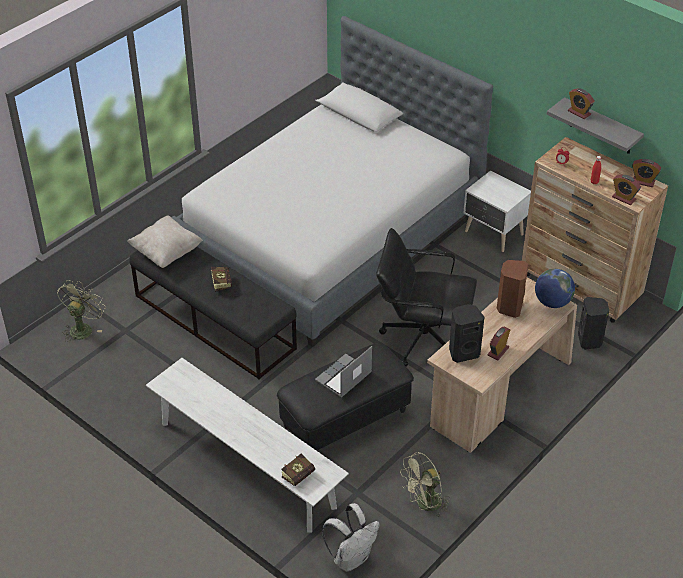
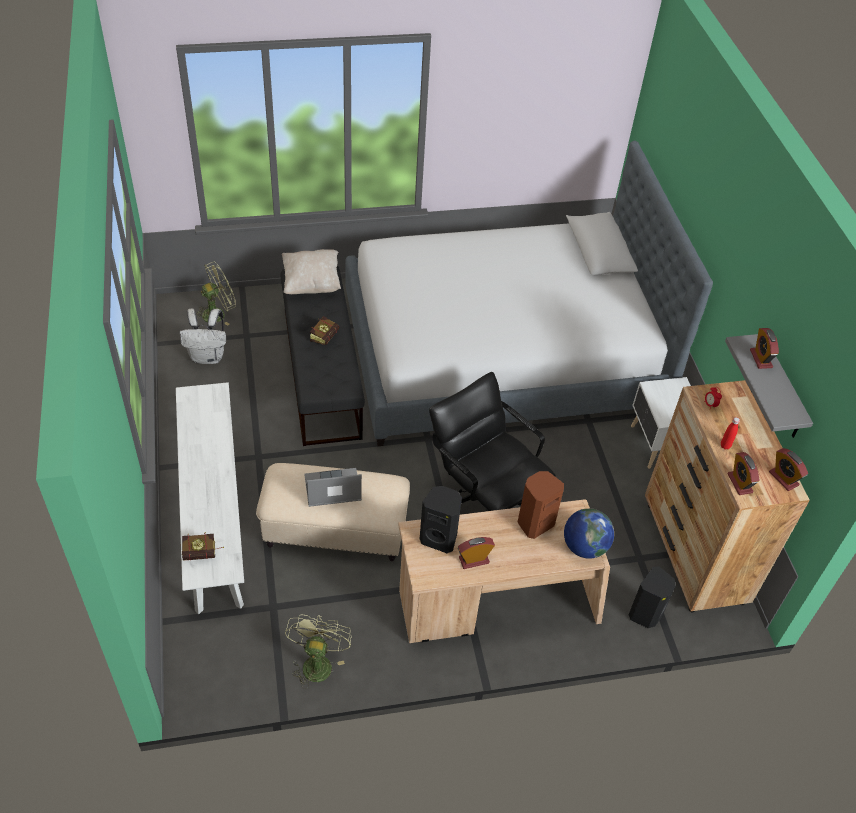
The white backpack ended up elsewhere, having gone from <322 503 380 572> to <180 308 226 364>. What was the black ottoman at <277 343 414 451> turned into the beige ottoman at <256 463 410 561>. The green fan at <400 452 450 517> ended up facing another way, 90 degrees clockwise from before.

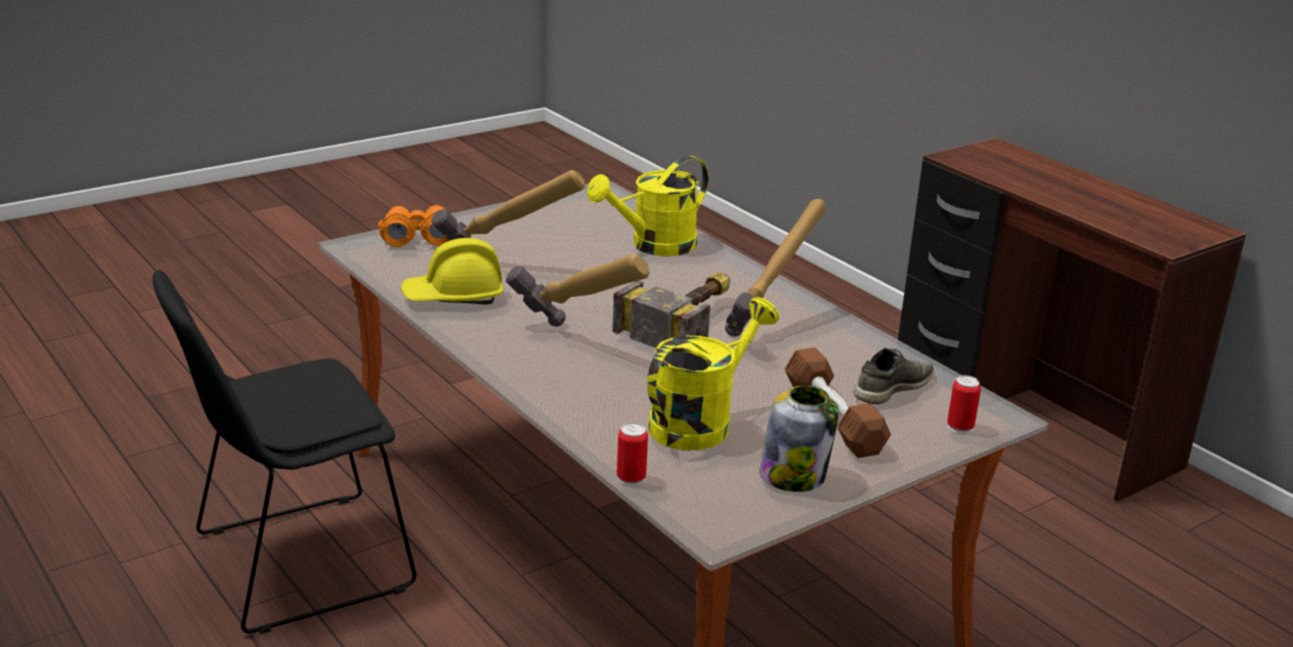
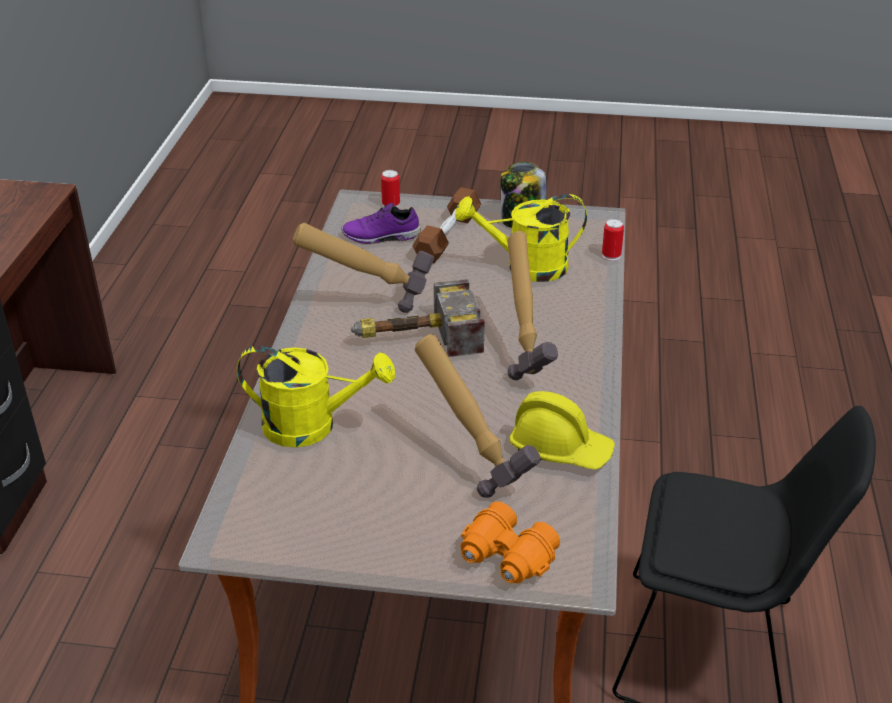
What was the grey shoe at <853 348 934 404> turned into the purple shoe at <341 203 421 244>.

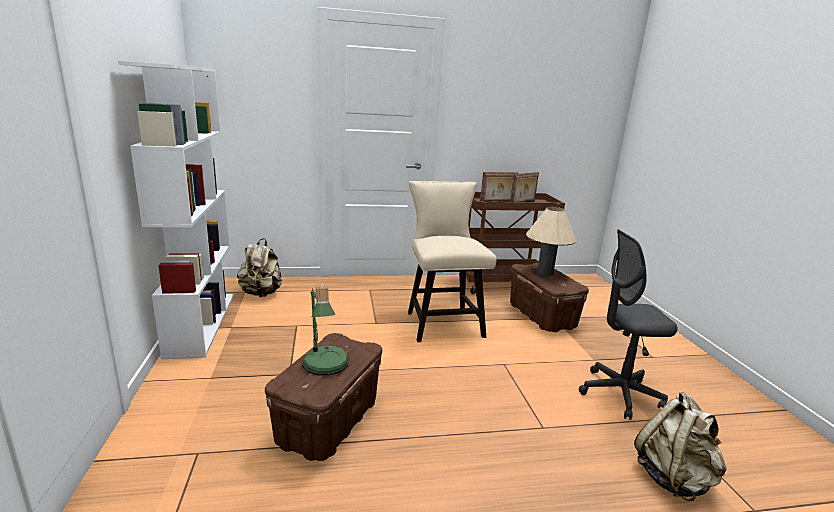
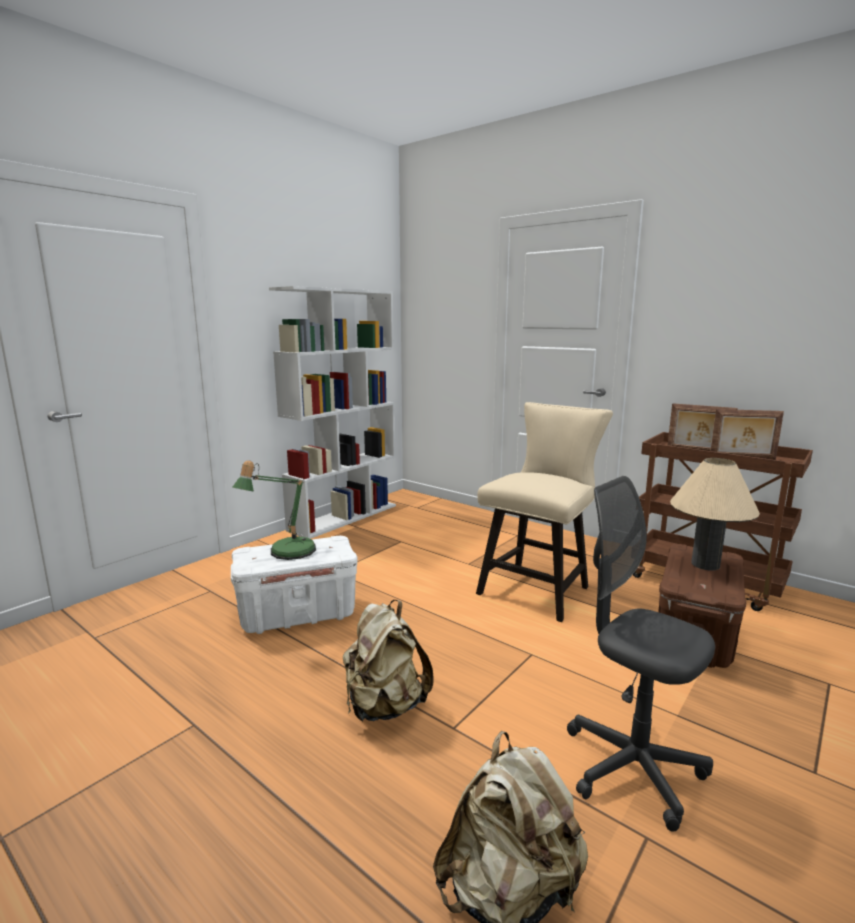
What was the brown storage box at <265 333 382 461> turned into the white storage box at <231 536 358 634>. The beige backpack ended up elsewhere, having gone from <237 238 282 297> to <343 600 434 722>.

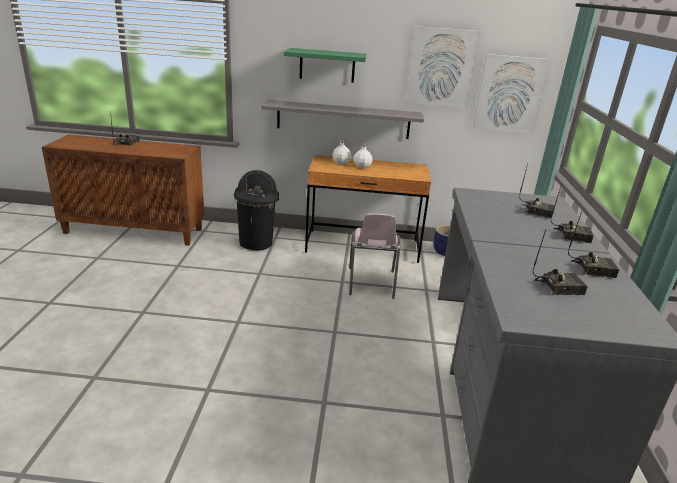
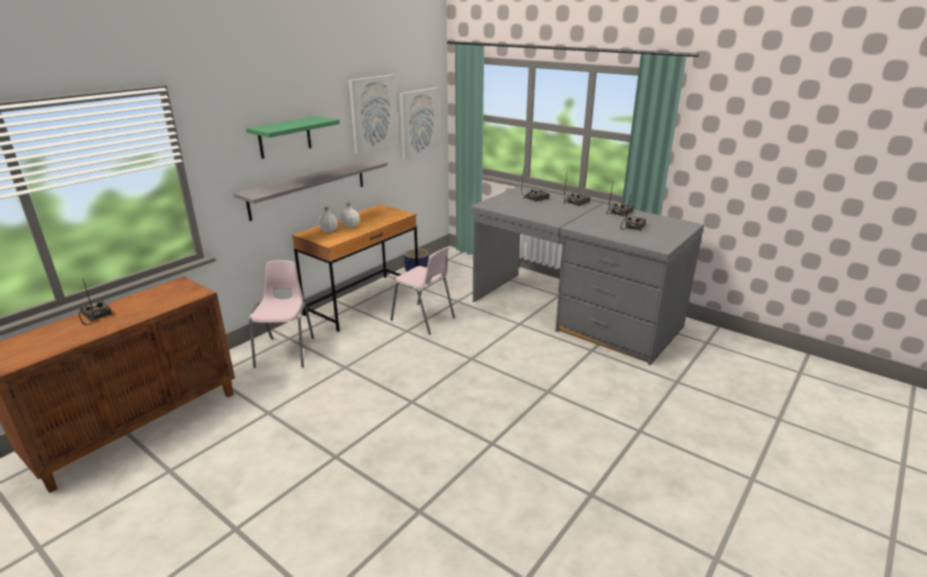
Where the black trash can stood at <234 170 279 250>, the pink chair came to stand at <249 260 314 368>.

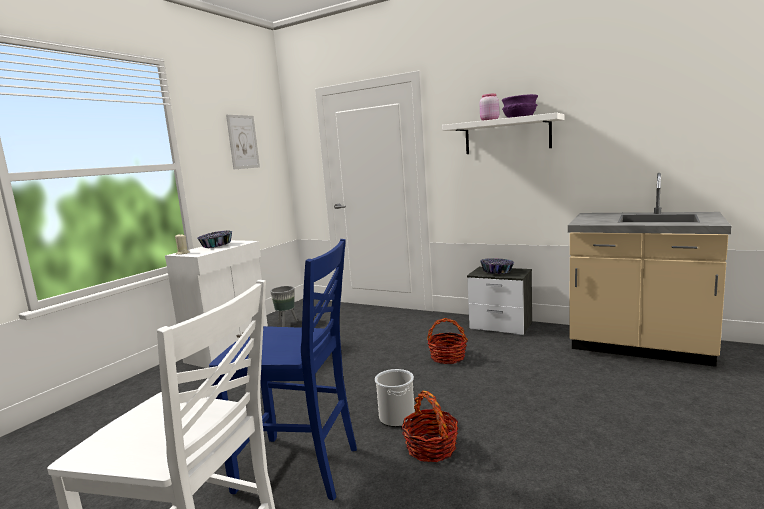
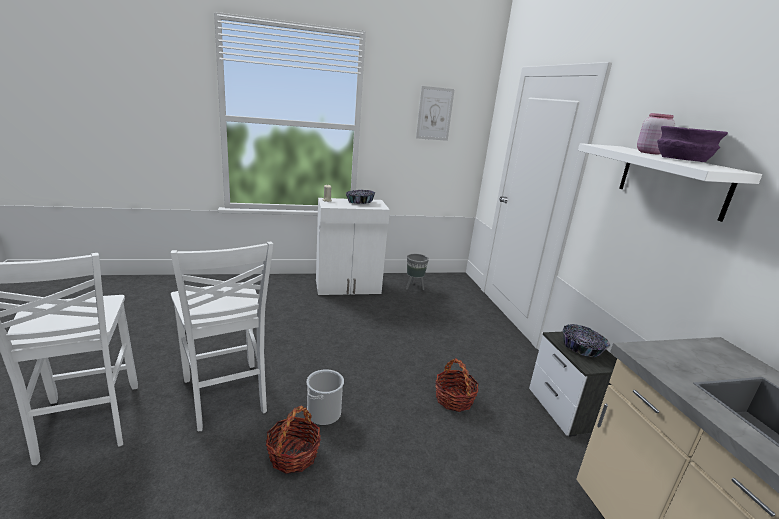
What was the blue chair at <209 239 357 500> turned into the white chair at <171 242 273 431>.

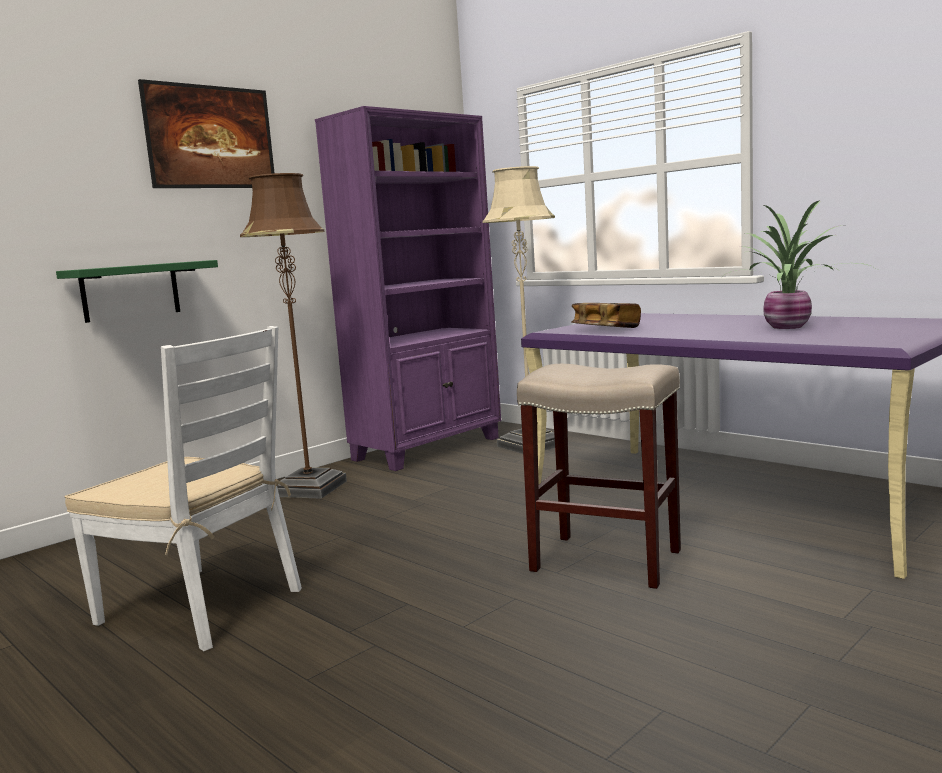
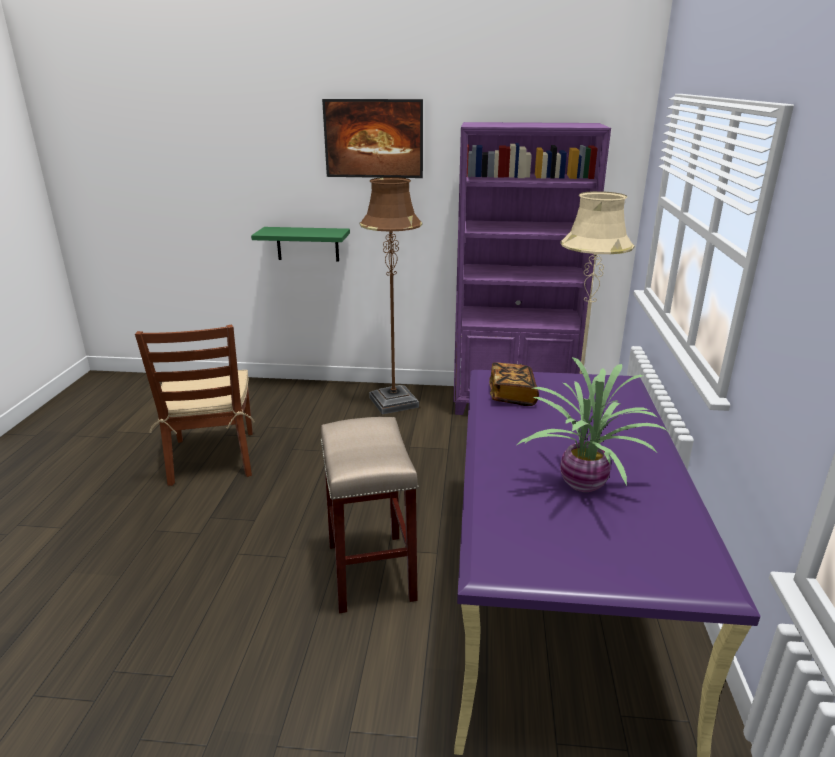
What was the white chair at <65 326 302 651> turned into the brown chair at <135 324 255 486>.

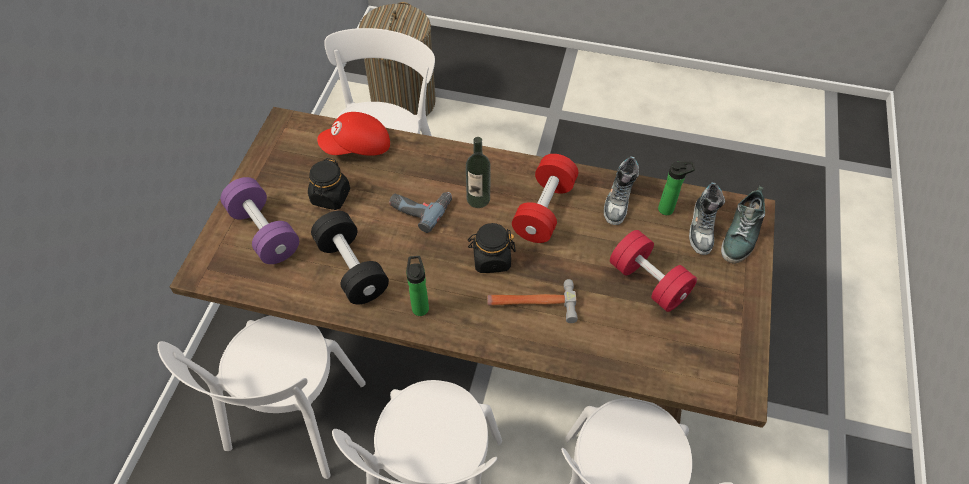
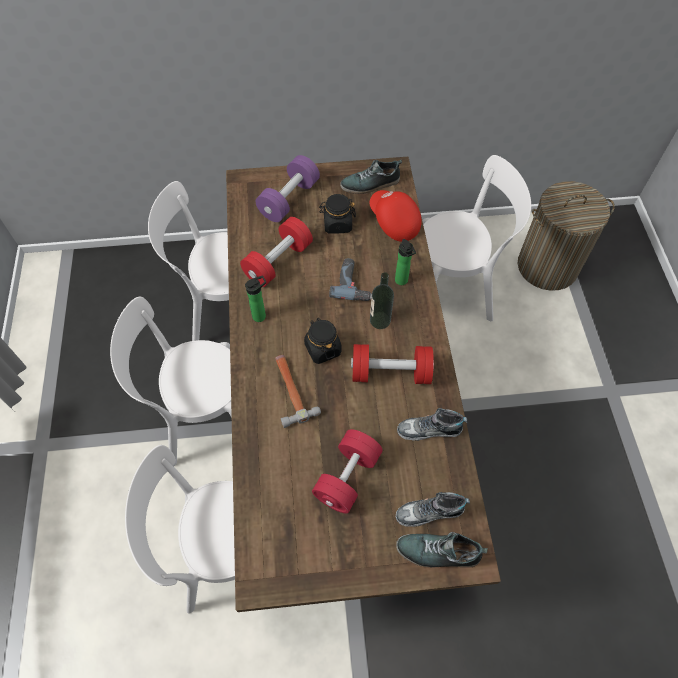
What was the black dumbbell at <311 211 389 304> turned into the red dumbbell at <240 217 313 287>. The second view gained the shoe at <340 160 402 194>. The bottle ended up elsewhere, having gone from <658 161 695 215> to <395 239 416 285>.

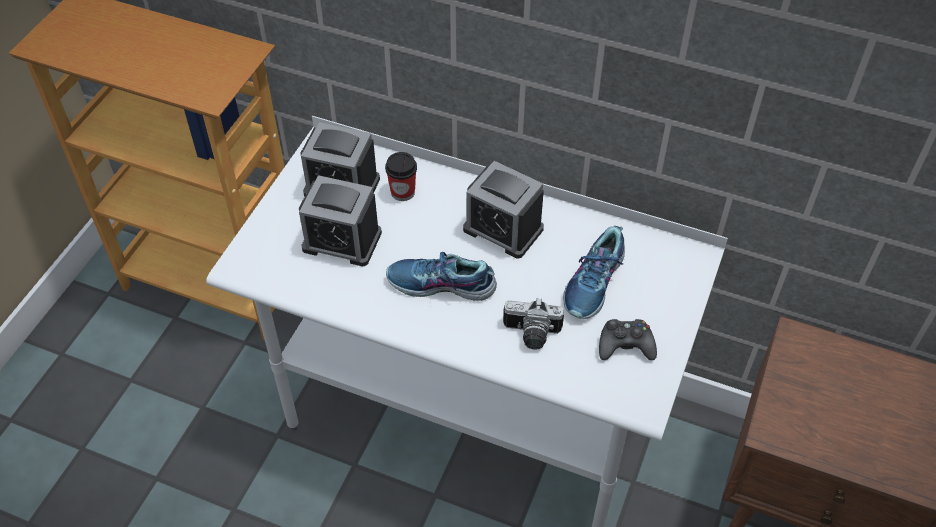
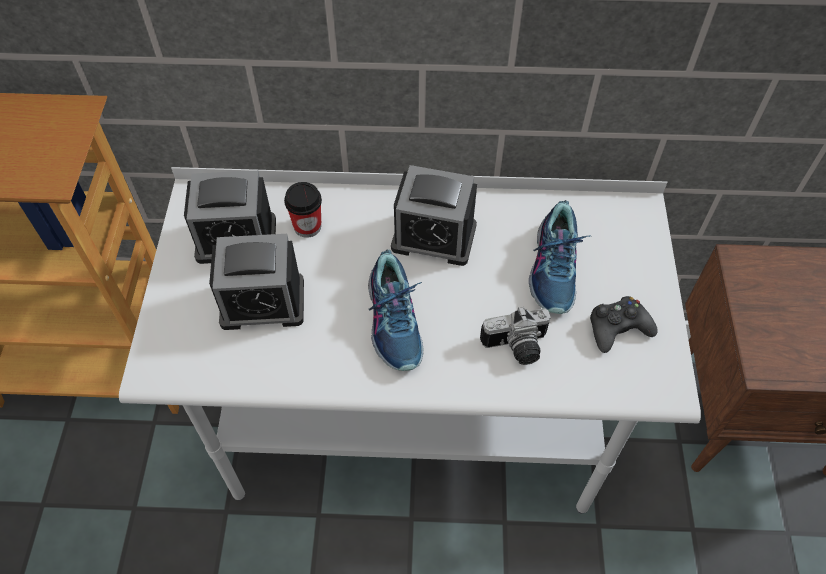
The shoe at <386 252 497 301> ended up facing another way, 90 degrees counterclockwise from before.

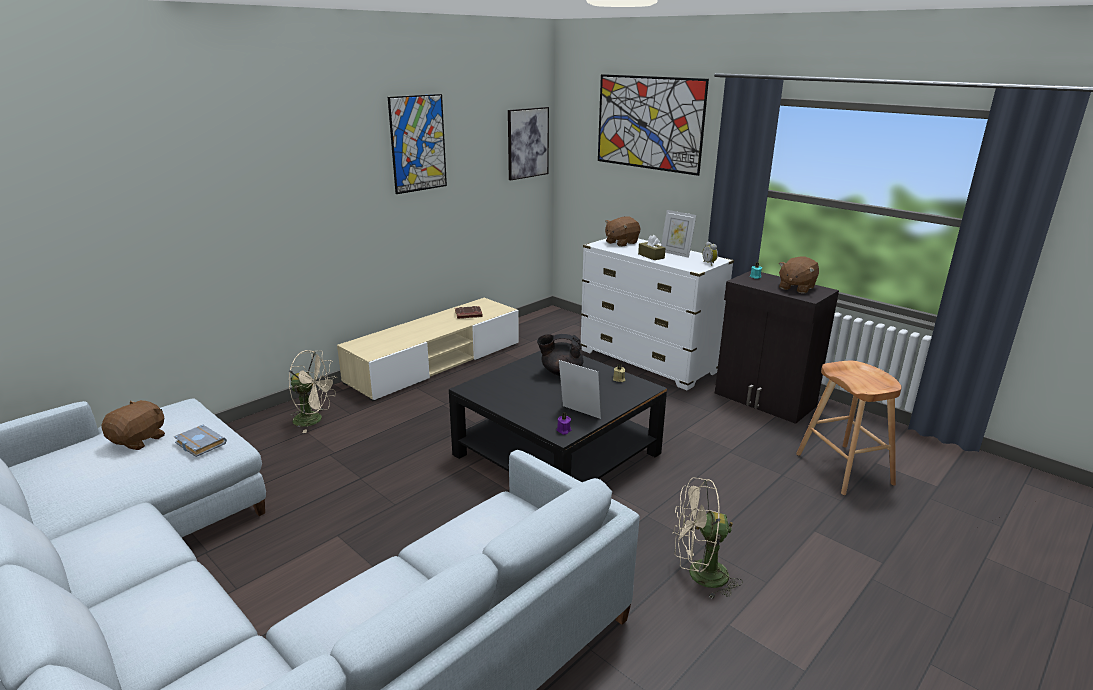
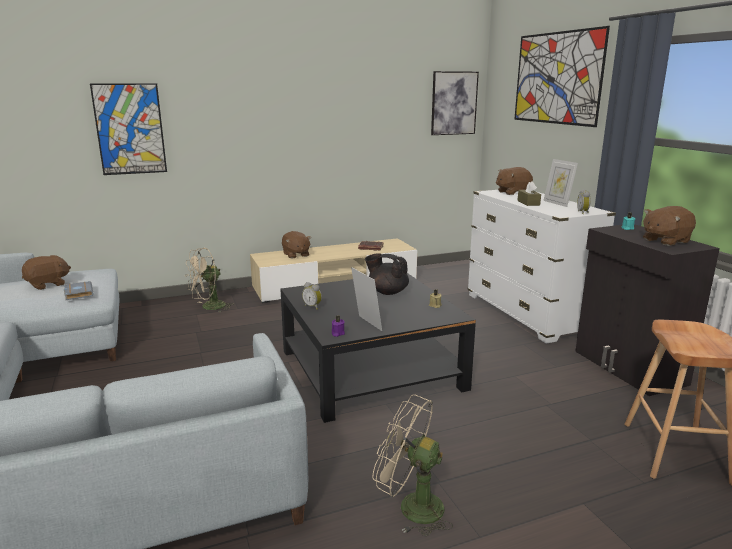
The picture ended up elsewhere, having gone from <388 94 447 194> to <90 84 167 175>. The beige fan at <289 350 337 433> ended up facing another way, 105 degrees clockwise from before. The second view gained the brown plush toy at <282 231 311 259>. The second view gained the alarm clock at <302 282 322 309>.

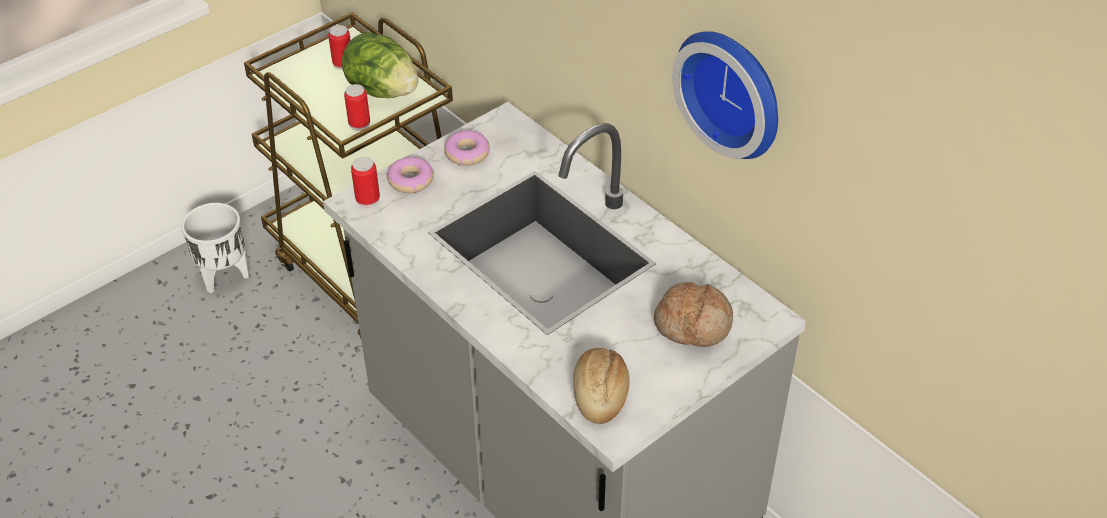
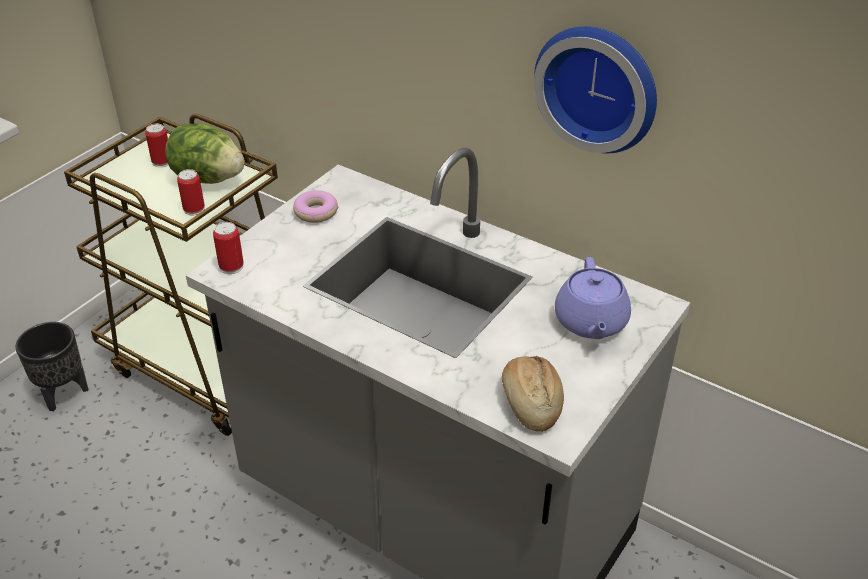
What was the white planter at <181 203 249 293> turned into the black planter at <15 322 88 411>. Where the bread stood at <654 282 733 347>, the purple teapot came to stand at <555 257 631 339>. The second view lost the donut at <387 157 434 193>.

